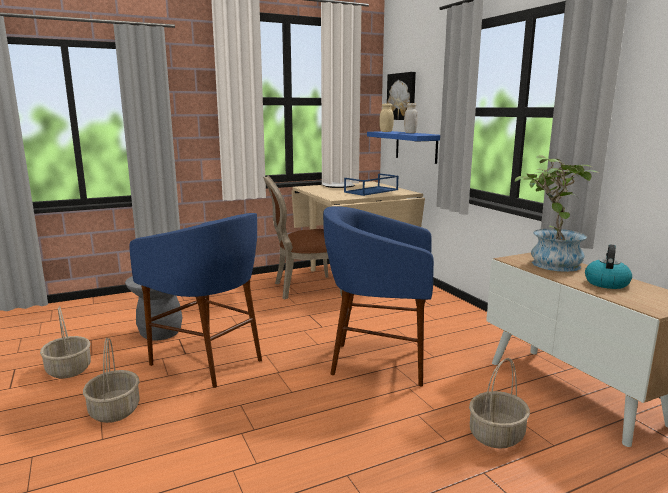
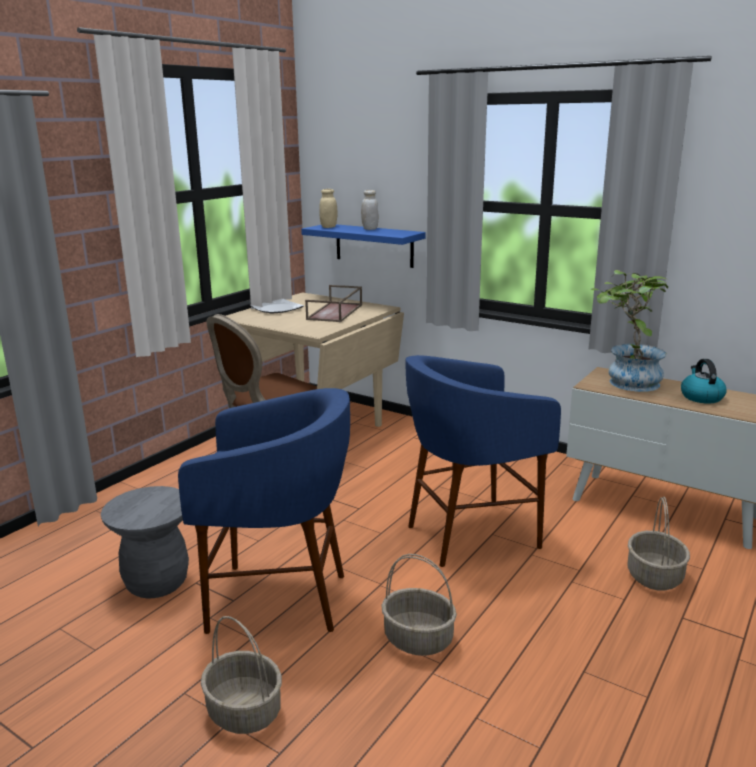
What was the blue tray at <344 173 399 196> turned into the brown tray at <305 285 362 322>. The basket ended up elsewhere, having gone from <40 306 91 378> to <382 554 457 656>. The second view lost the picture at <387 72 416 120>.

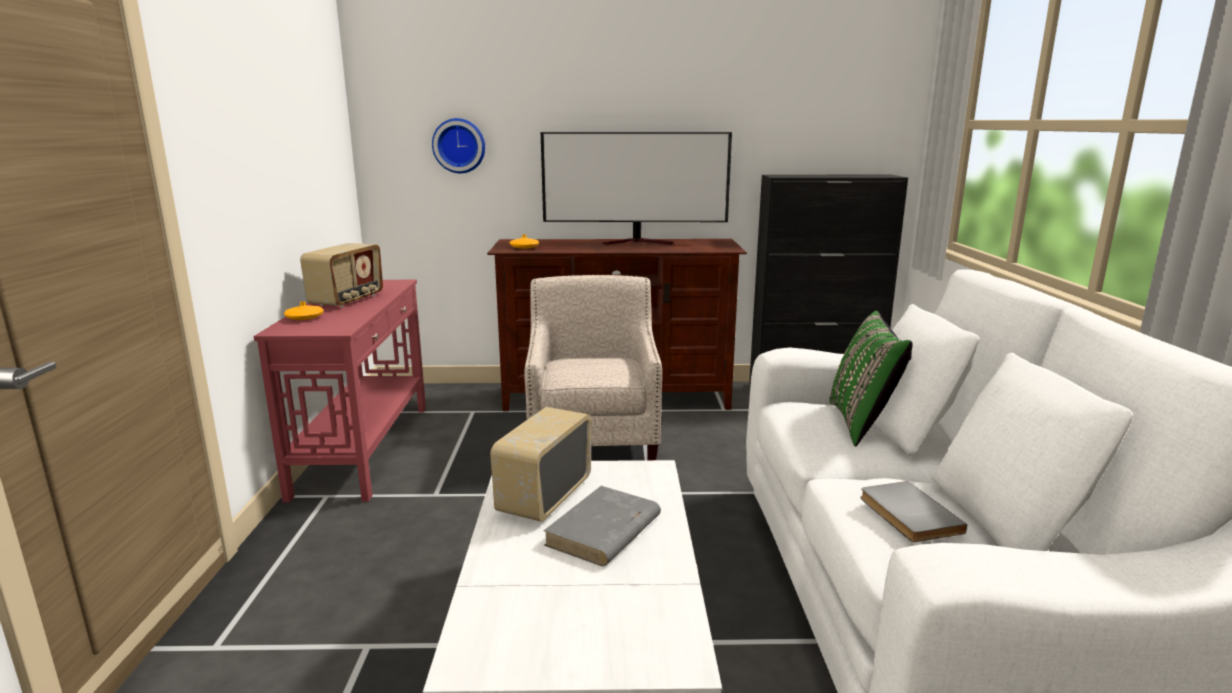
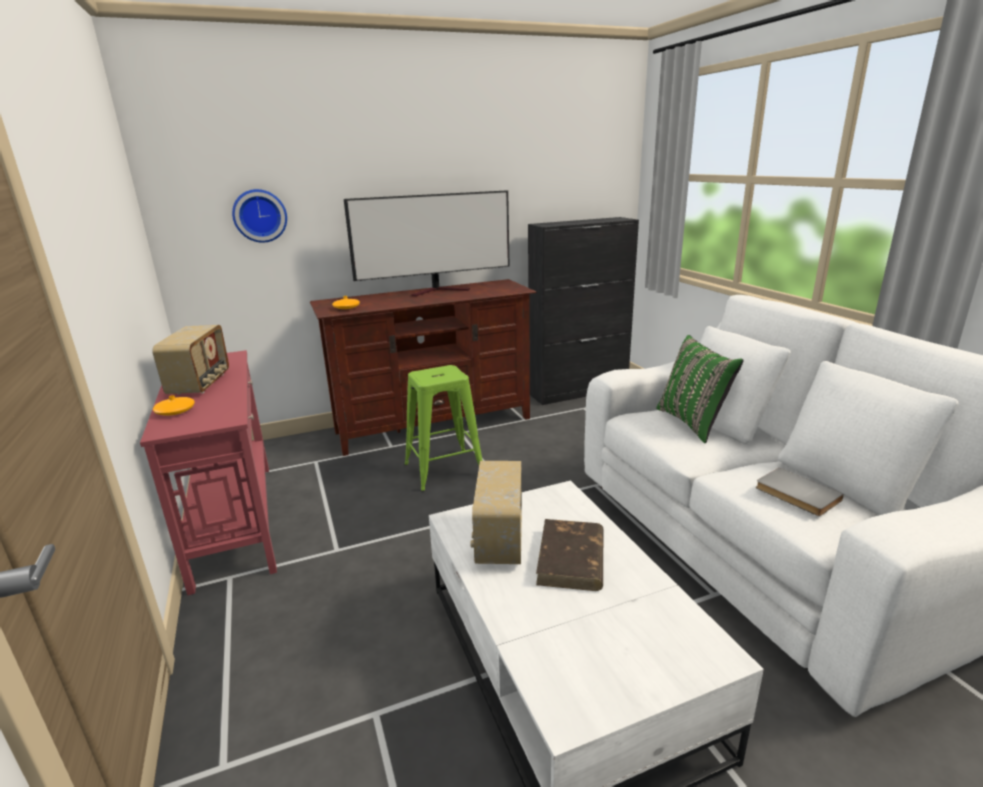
Where the beige armchair stood at <525 275 662 460>, the green stool came to stand at <404 365 483 492>. What was the grey book at <544 486 661 566> turned into the brown book at <536 519 603 591>.

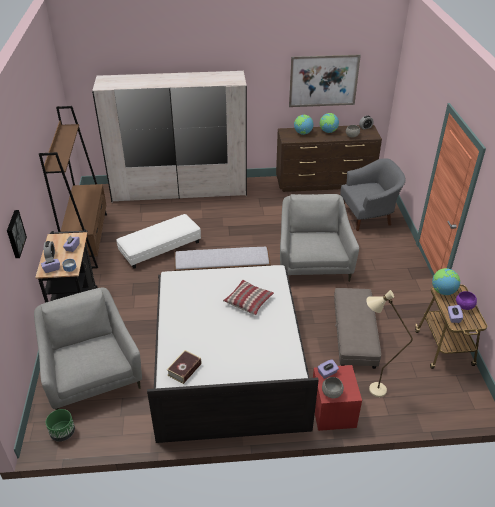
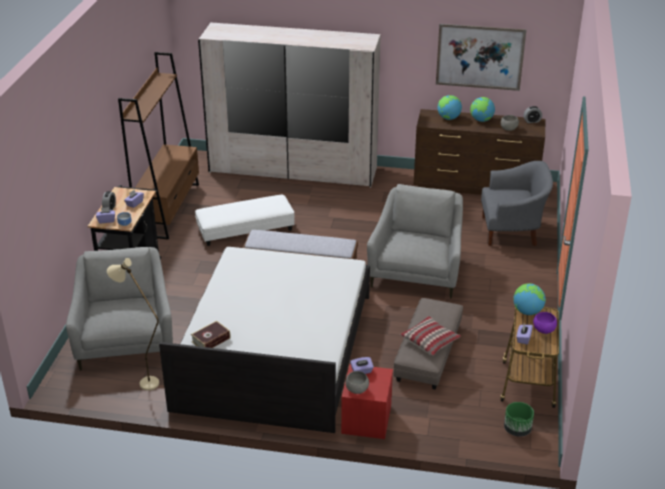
The beige floor lamp ended up elsewhere, having gone from <366 290 413 397> to <107 258 159 391>. The pillow ended up elsewhere, having gone from <223 280 274 315> to <400 316 461 356>. The green planter ended up elsewhere, having gone from <46 409 75 441> to <504 402 534 437>. The second view lost the picture at <7 210 27 258>.

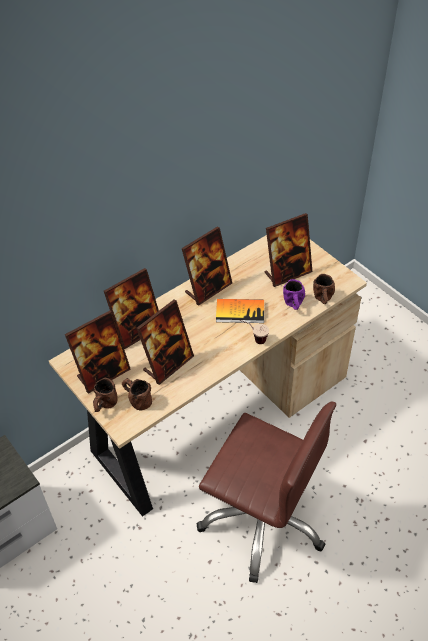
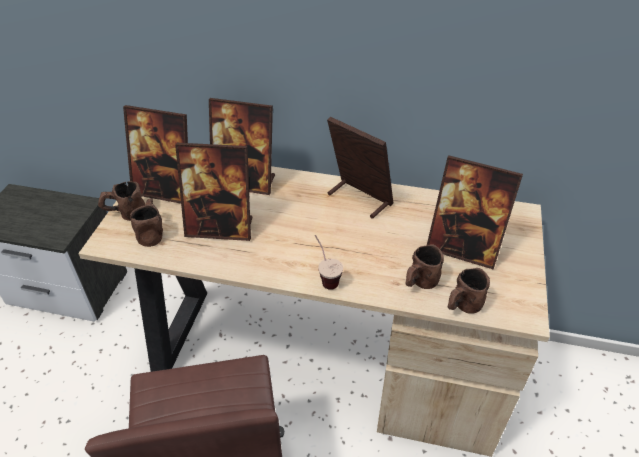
The picture frame at <182 227 232 305> ended up facing another way, 150 degrees counterclockwise from before. What was the purple mug at <283 279 305 310> turned into the brown mug at <405 244 444 289>. The second view lost the book at <216 299 264 323>.

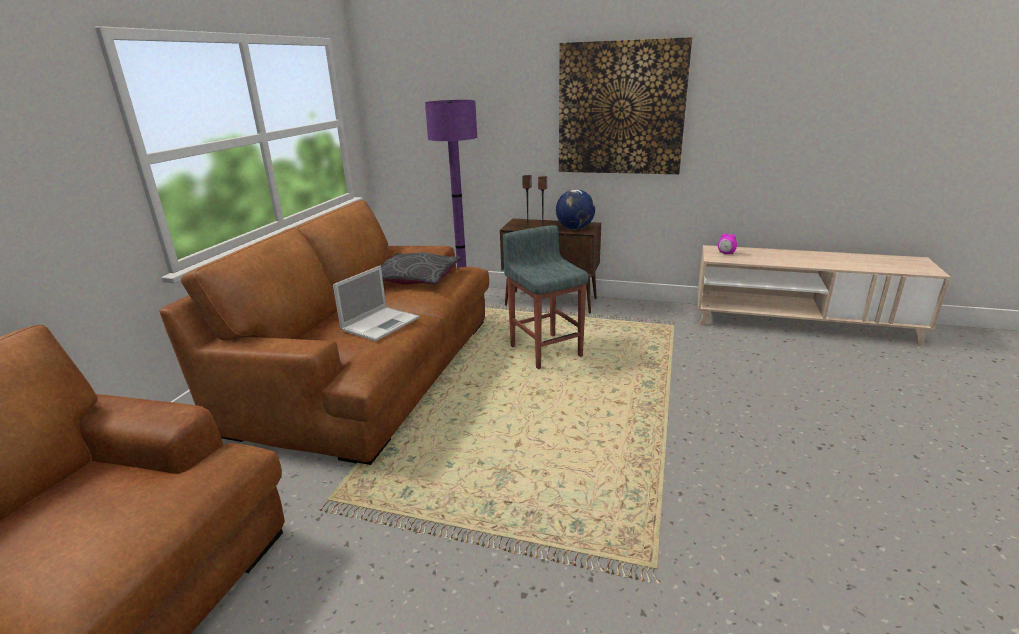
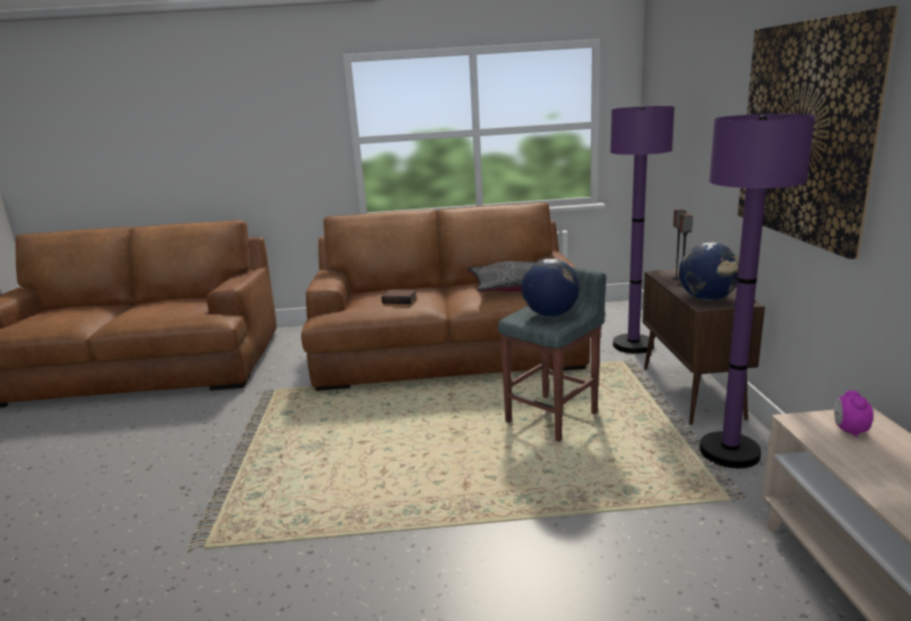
Where the laptop stood at <333 266 419 341>, the book came to stand at <382 290 417 304>. The second view gained the globe at <521 259 580 316>. The second view gained the purple floor lamp at <699 114 815 468>.

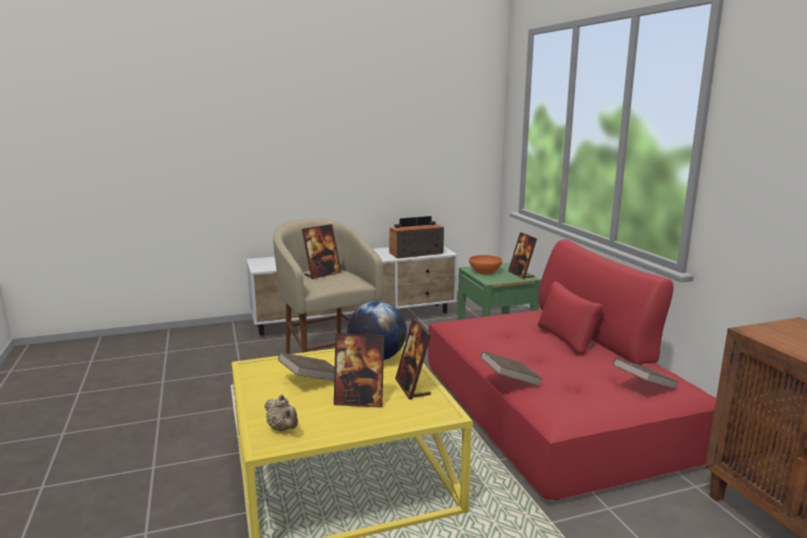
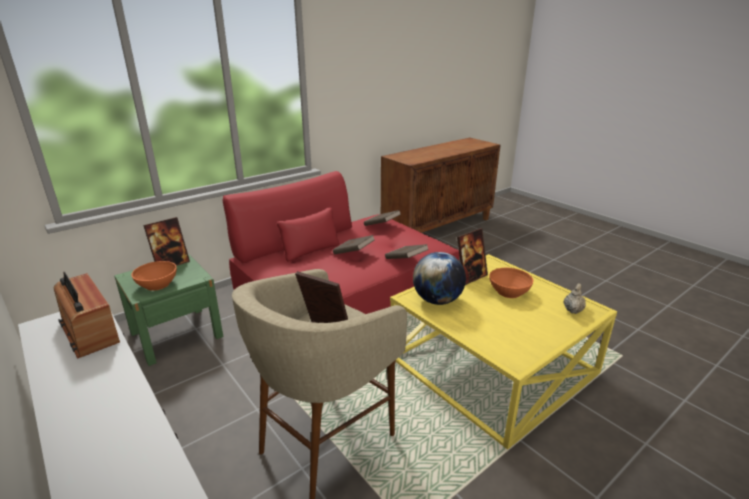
The brown book ended up elsewhere, having gone from <278 352 335 381> to <333 235 374 254>. Where the picture frame stood at <334 333 384 408>, the orange bowl came to stand at <489 268 533 298>.

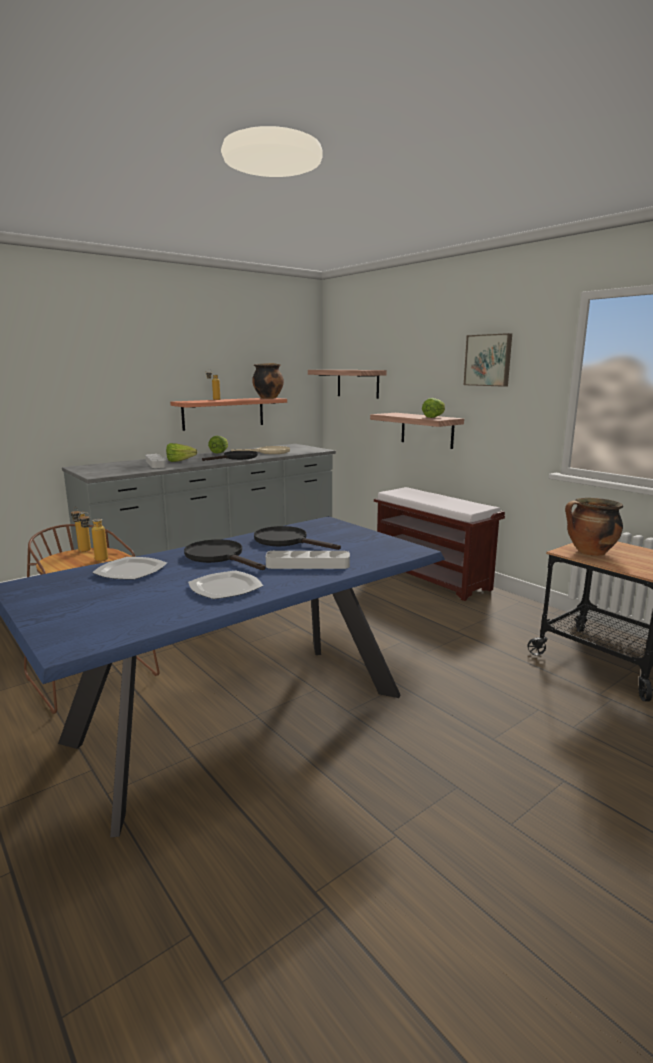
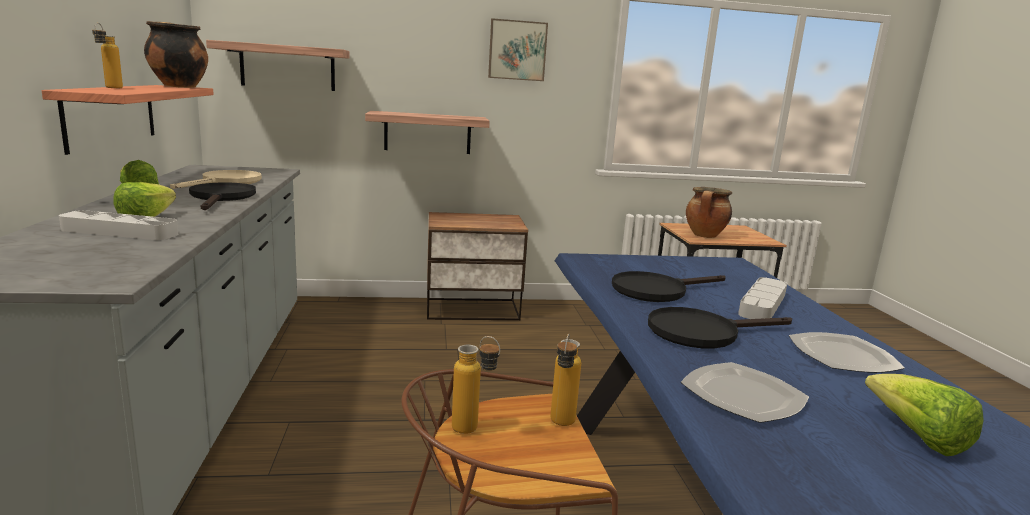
Where the brown bench stood at <374 487 505 601>, the nightstand came to stand at <427 212 528 320>. The lettuce ended up elsewhere, having gone from <422 398 445 418> to <865 374 984 456>.

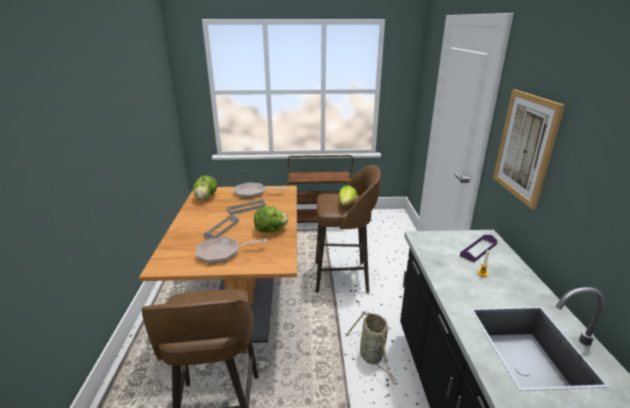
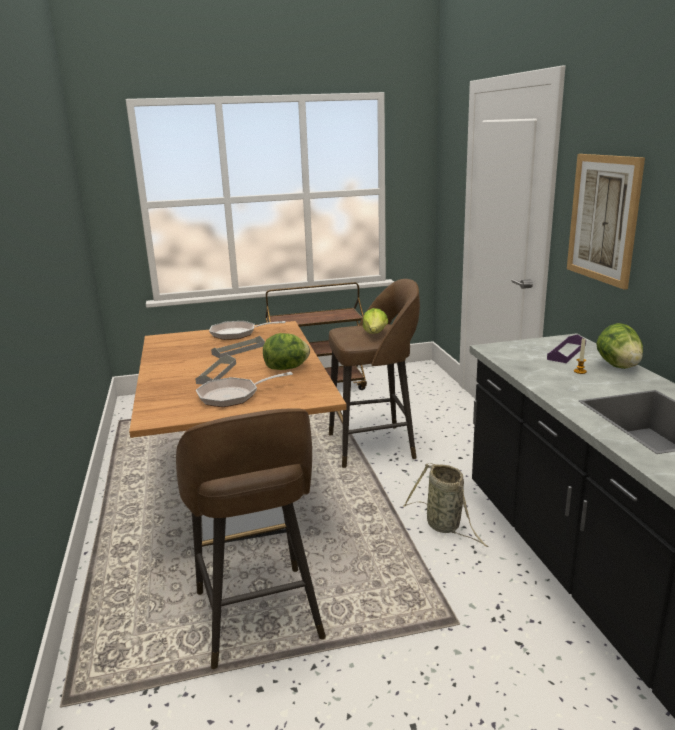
The lettuce ended up elsewhere, having gone from <193 175 218 200> to <596 323 643 369>.

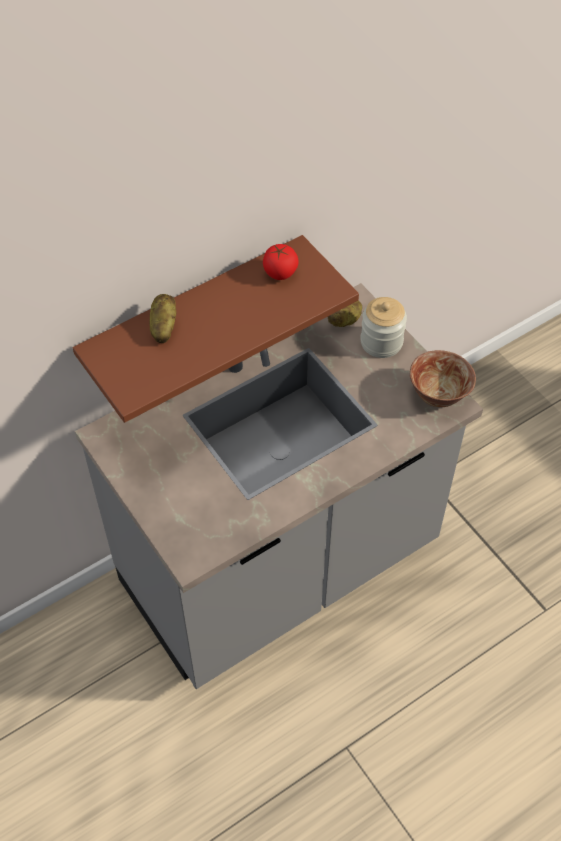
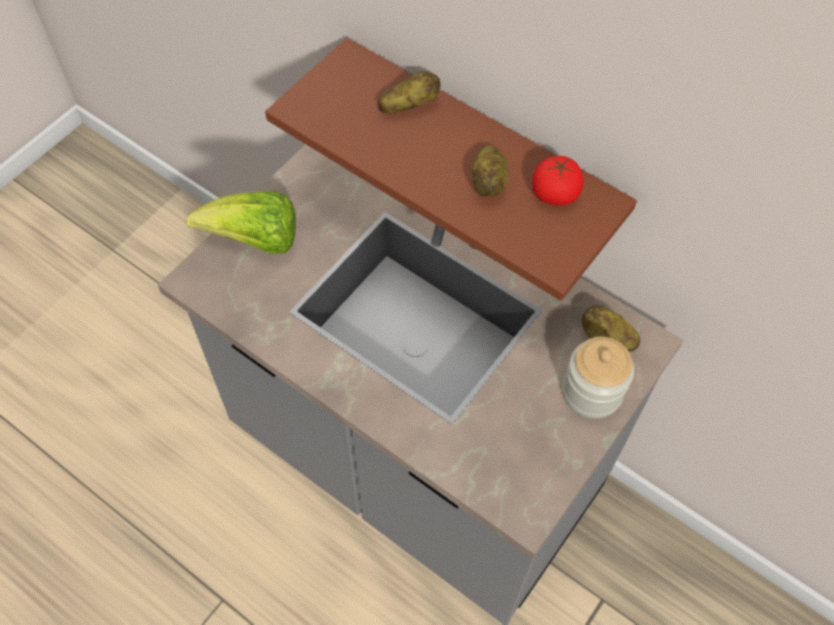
The second view gained the lettuce at <186 191 296 254>. The second view gained the potato at <472 146 508 197>. The second view lost the bowl at <410 350 476 407>.

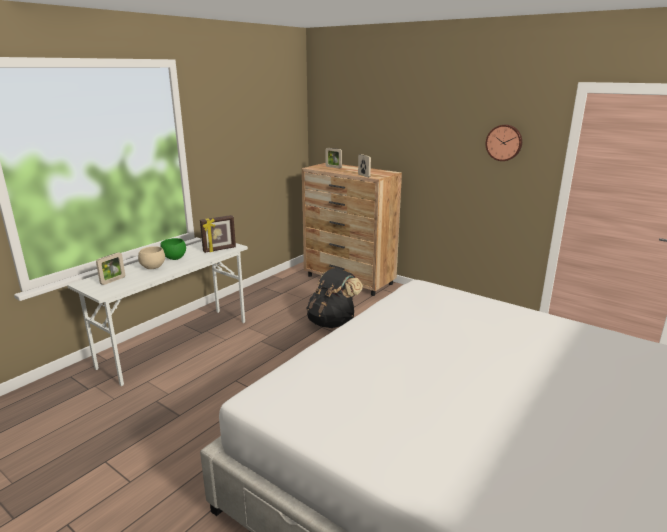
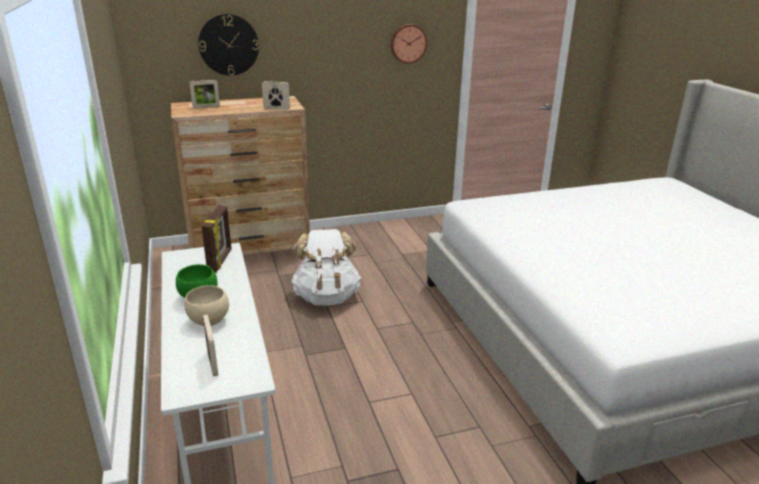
The second view gained the wall clock at <198 14 259 76>. What was the black backpack at <306 268 363 328> turned into the white backpack at <291 229 361 305>.

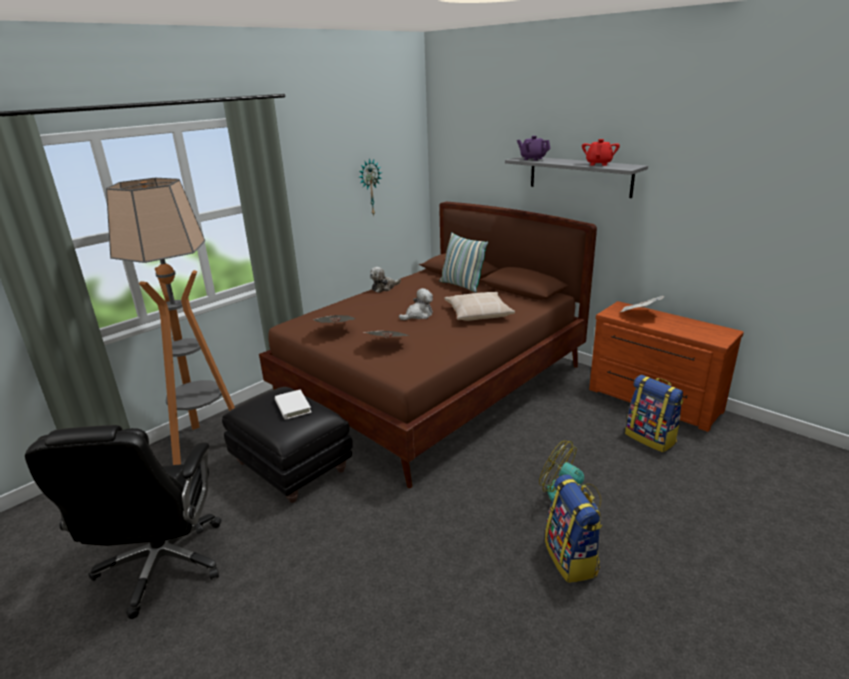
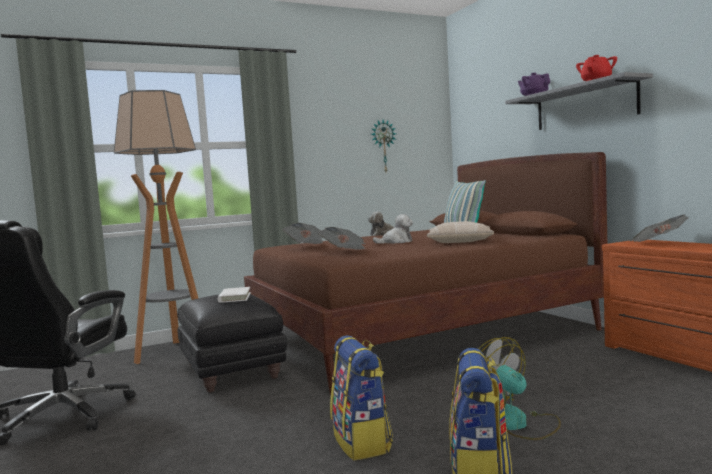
The backpack ended up elsewhere, having gone from <625 375 683 452> to <330 335 393 461>.

